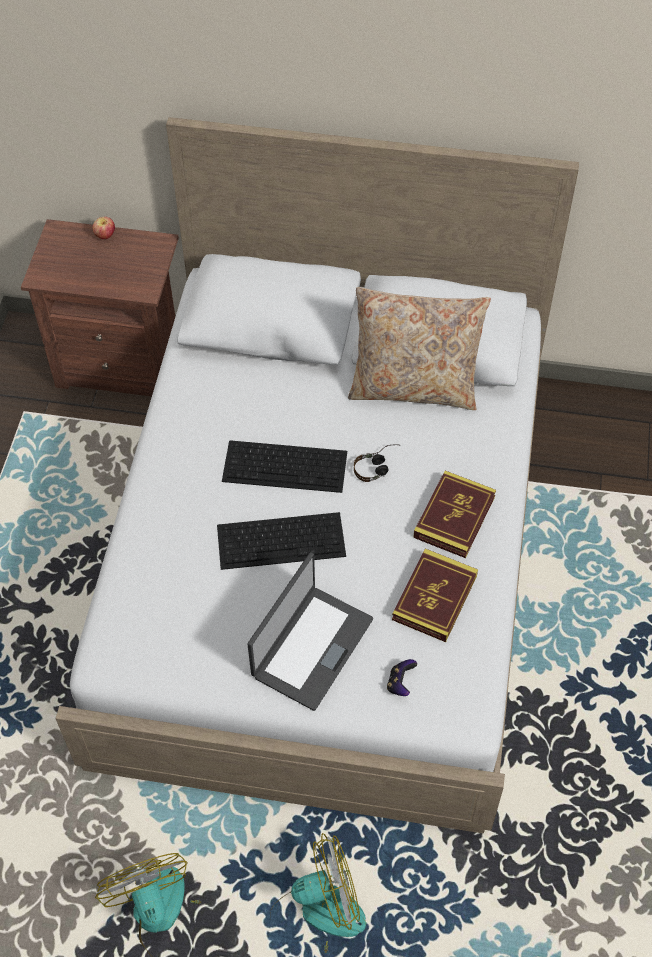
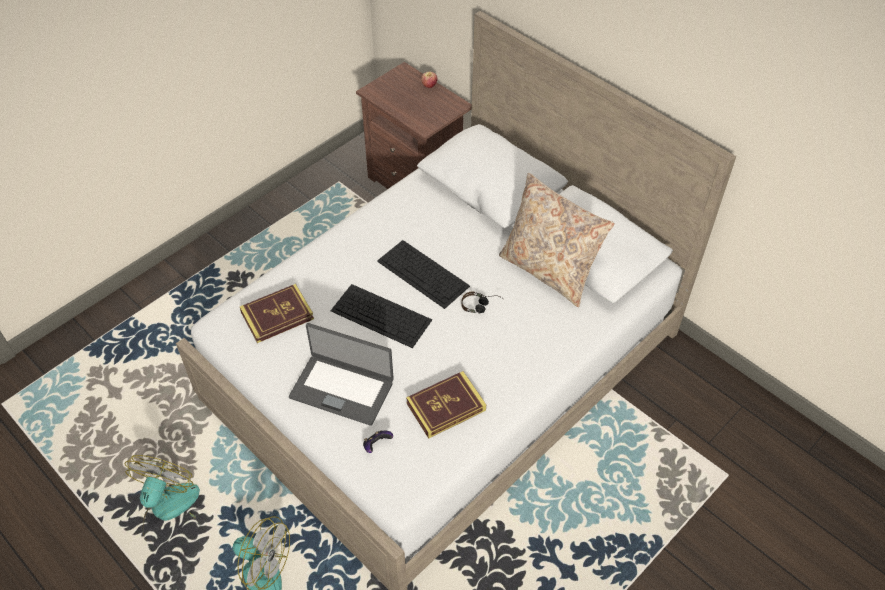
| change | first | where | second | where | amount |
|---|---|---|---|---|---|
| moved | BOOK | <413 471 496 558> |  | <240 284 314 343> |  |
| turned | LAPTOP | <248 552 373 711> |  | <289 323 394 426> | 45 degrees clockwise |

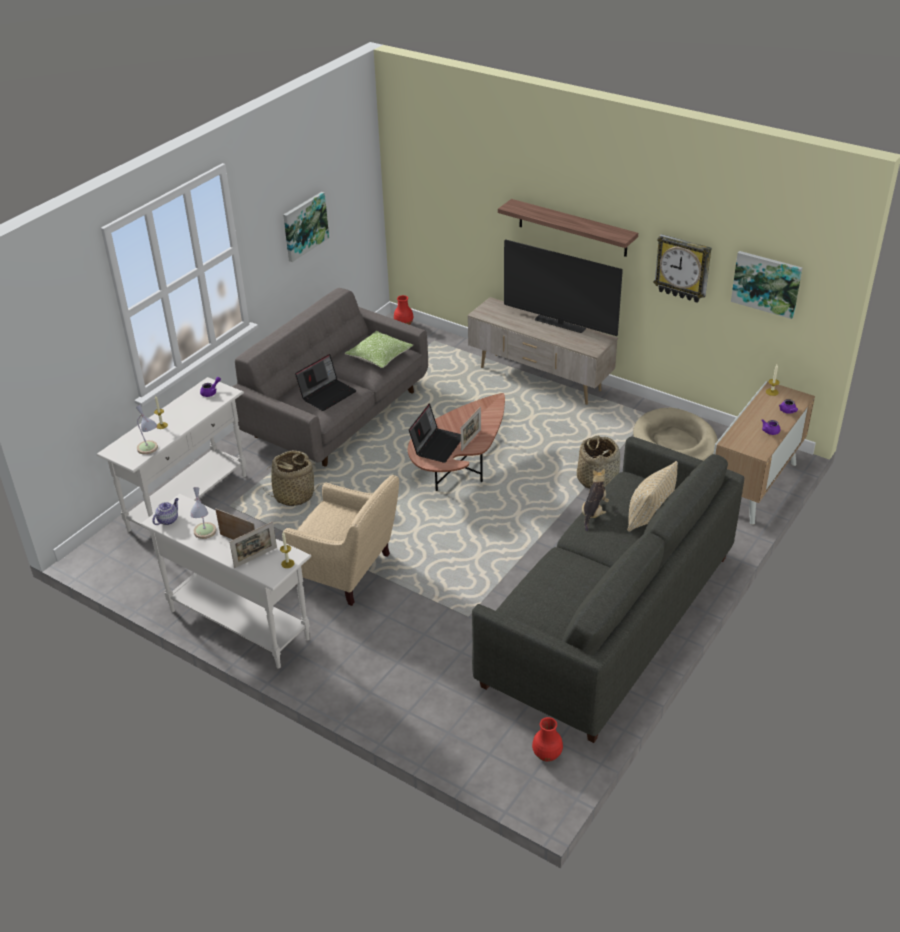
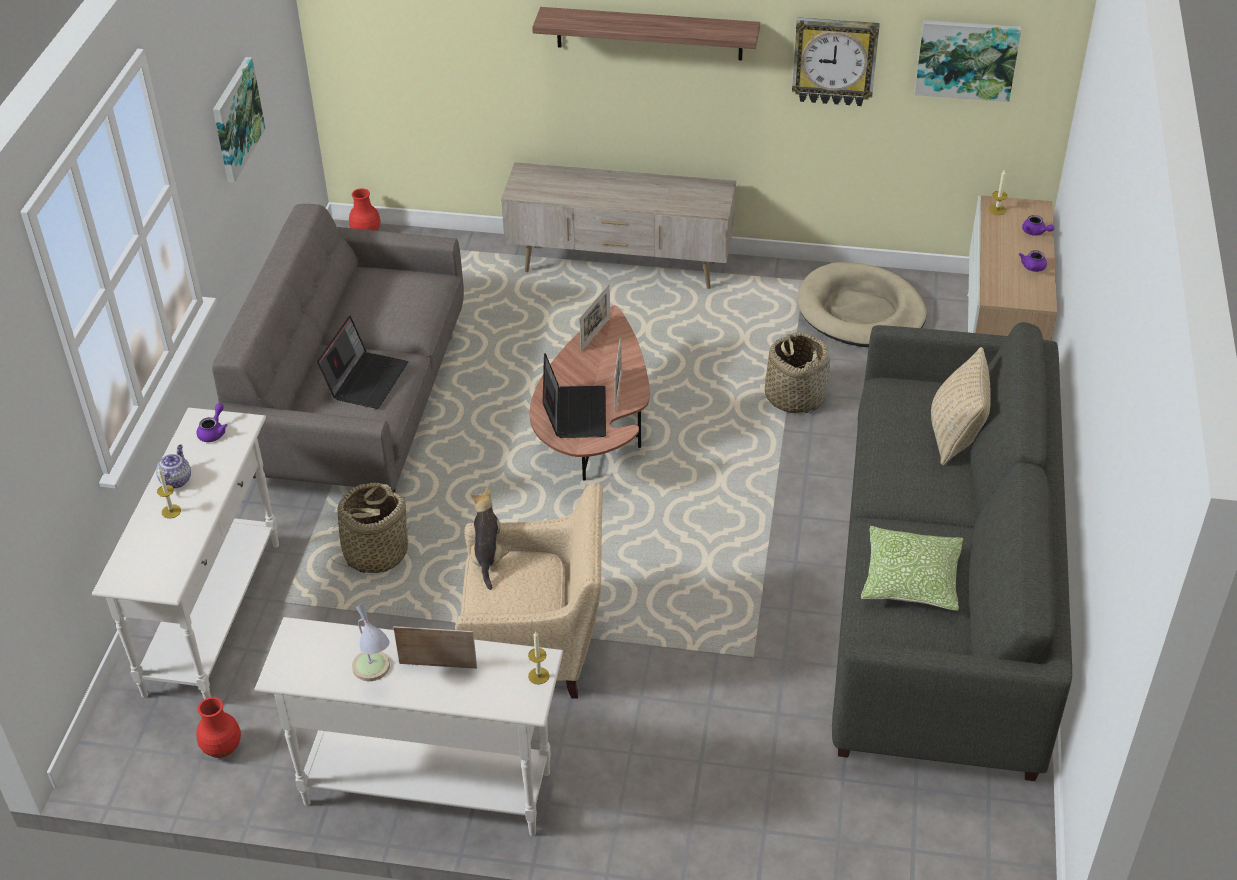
| change | first | where | second | where | amount |
|---|---|---|---|---|---|
| removed | TABLE LAMP | <136 405 158 455> |  |  |  |
| removed | TELEVISION | <504 239 623 336> |  |  |  |
| moved | TEAPOT | <152 498 179 525> |  | <156 445 191 488> |  |
| moved | PICTURE FRAME | <229 521 277 568> |  | <579 284 610 351> |  |
| moved | PILLOW | <345 331 413 368> |  | <861 526 963 610> |  |
| moved | RED VASE | <532 717 563 762> |  | <196 697 241 758> |  |
| moved | PLUSH TOY | <582 469 609 532> |  | <471 487 509 590> |  |

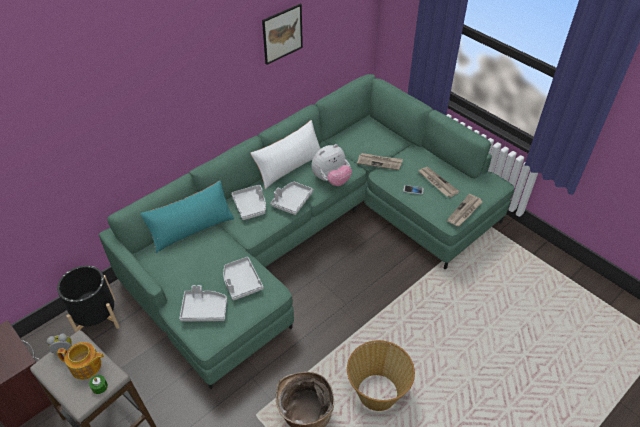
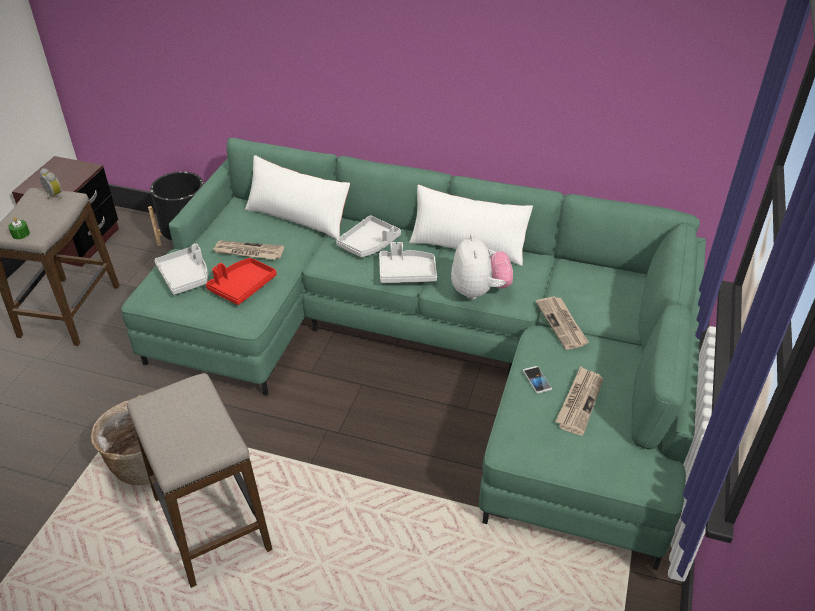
| change | first | where | second | where | amount |
|---|---|---|---|---|---|
| removed | TEAPOT | <57 342 104 380> |  |  |  |
| removed | PICTURE | <262 4 303 65> |  |  |  |
| moved | NEWSPAPER | <447 194 483 226> |  | <212 241 284 260> |  |
| replaced | BASKET | <347 340 415 411> | STOOL | <127 373 273 588> |  |
| recoloured | TURQUOISE PILLOW | <140 180 234 253> | WHITE PILLOW | <245 155 350 240> |  |
| recoloured | GREY TRAY | <223 257 264 300> | RED TRAY | <206 258 277 305> |  |
| turned | PLUSH TOY | <311 144 352 186> |  | <451 234 513 300> | 120 degrees counterclockwise |

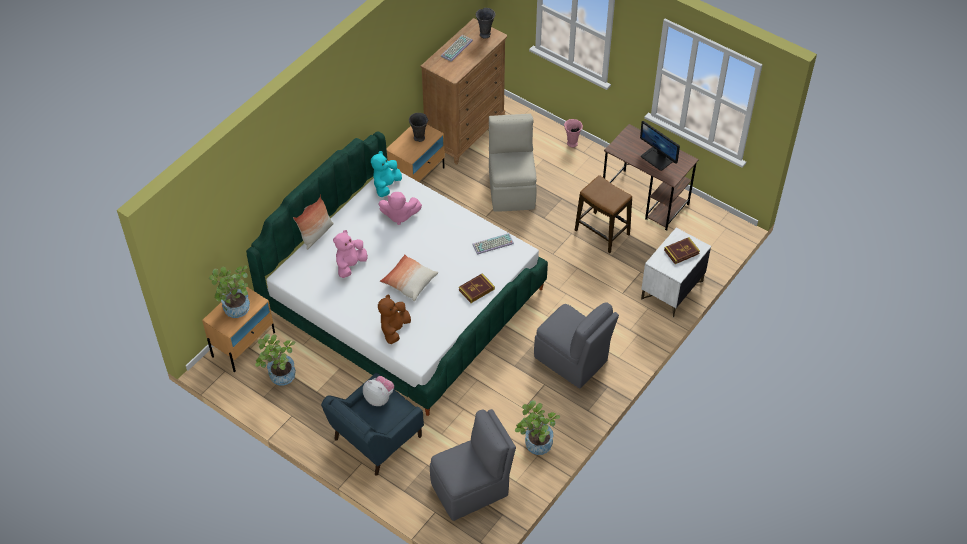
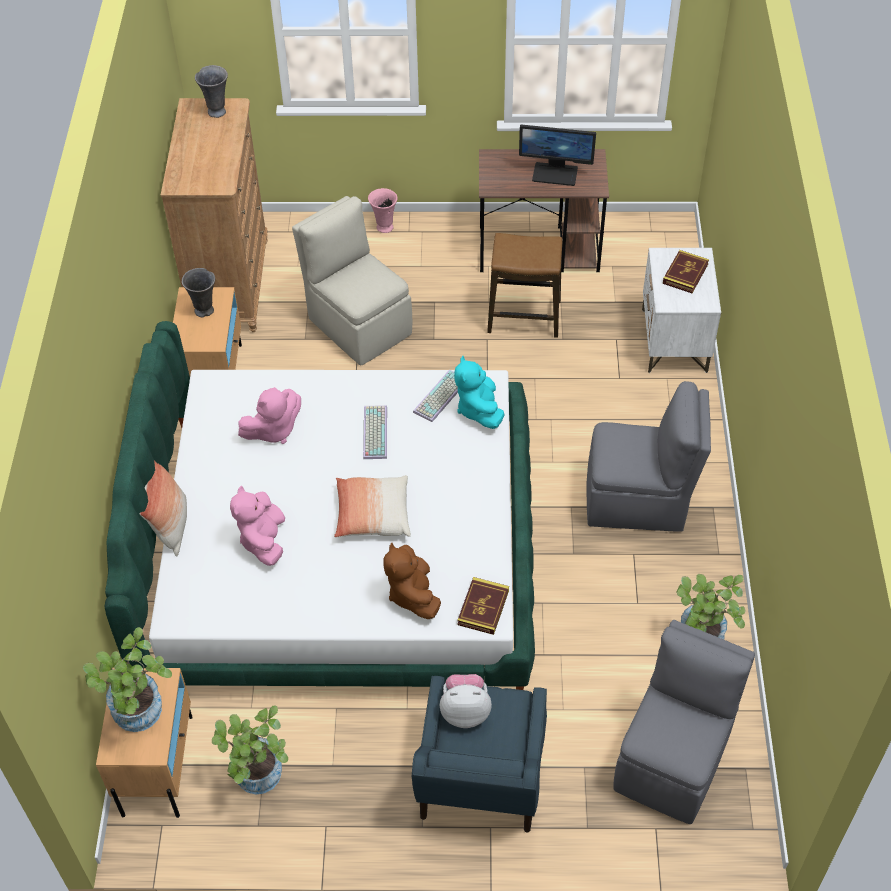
| change | first | where | second | where | amount |
|---|---|---|---|---|---|
| moved | TURQUOISE PLUSH TOY | <371 151 402 197> |  | <454 356 504 429> |  |
| moved | KEYBOARD | <441 35 473 62> |  | <363 405 387 459> |  |
| moved | BOOK | <459 273 495 303> |  | <457 577 509 635> |  |

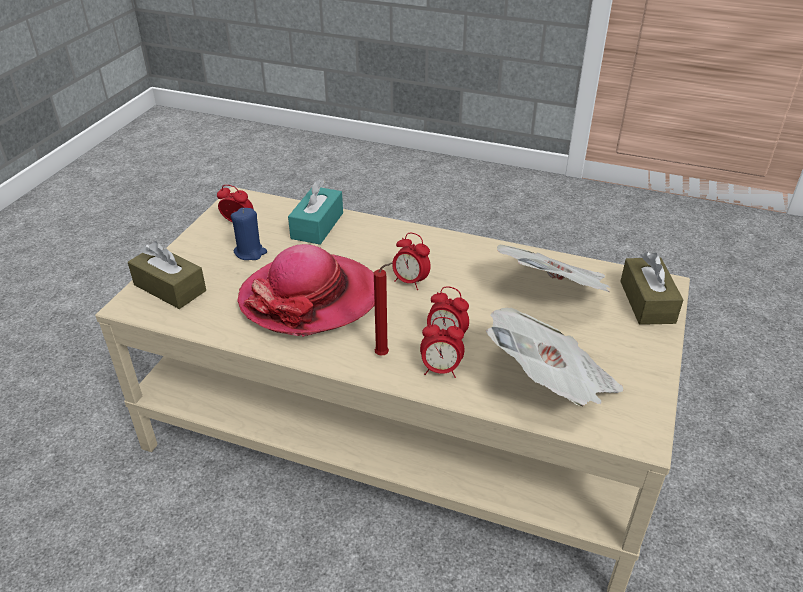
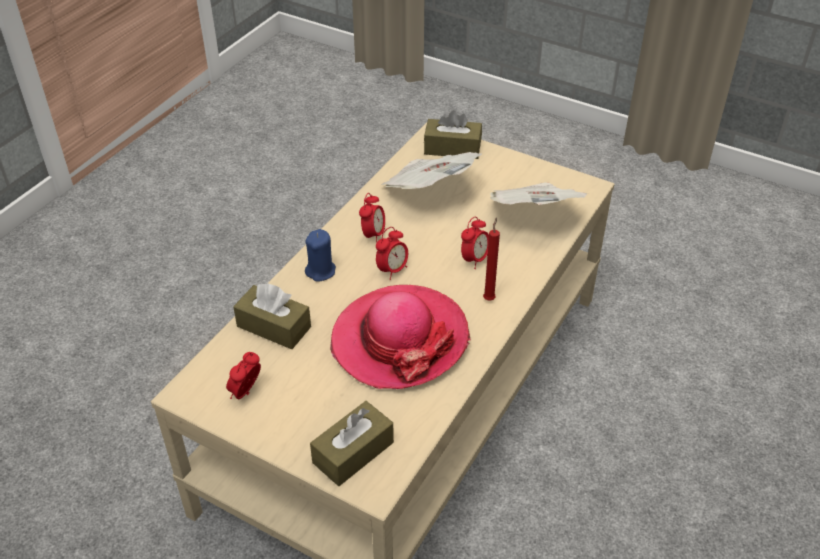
| change | first | where | second | where | amount |
|---|---|---|---|---|---|
| moved | BLUE CANDLE | <231 208 267 260> |  | <305 229 336 282> |  |
| moved | ALARM CLOCK | <420 317 465 378> |  | <359 193 385 243> |  |
| recoloured | TURQUOISE TISSUE BOX | <288 179 343 245> | BROWN TISSUE BOX | <233 284 311 349> |  |

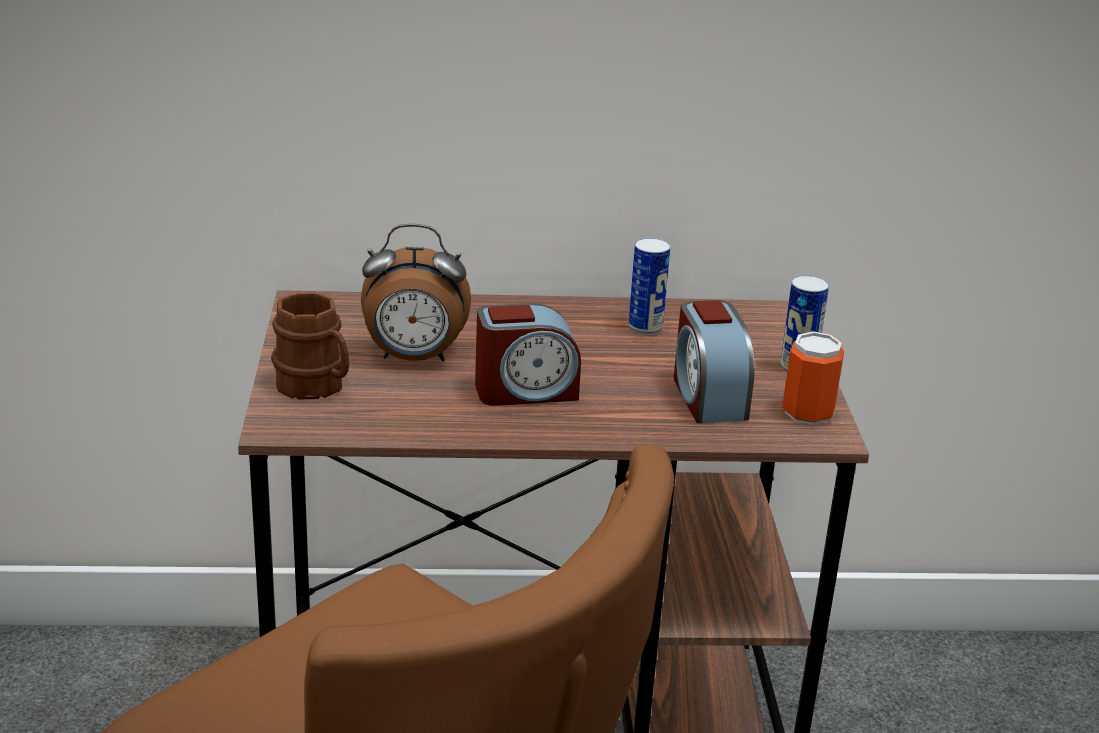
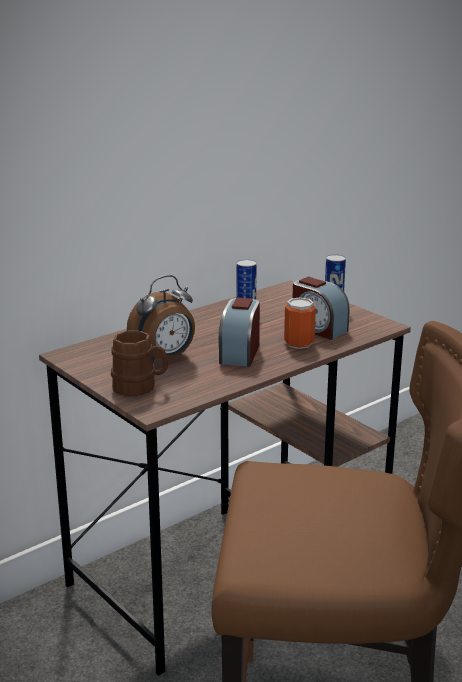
| change | first | where | second | where | amount |
|---|---|---|---|---|---|
| moved | CAN | <782 331 844 425> |  | <284 297 316 349> |  |
| turned | ALARM CLOCK | <475 303 581 406> |  | <218 298 260 367> | 150 degrees clockwise |

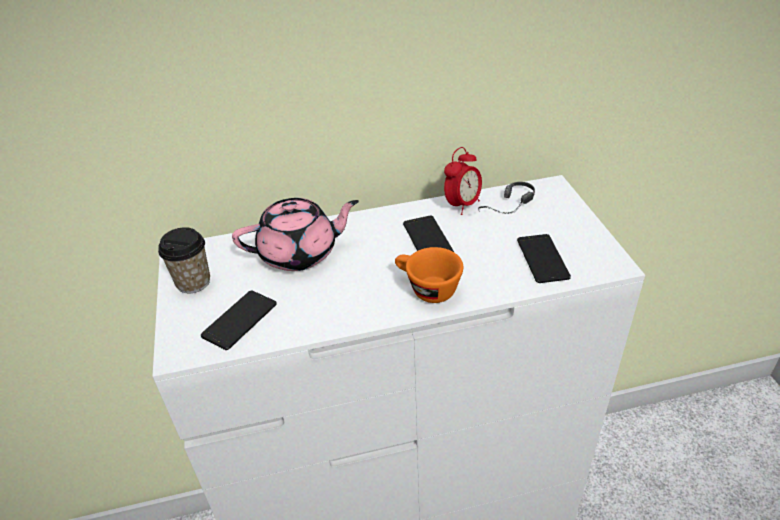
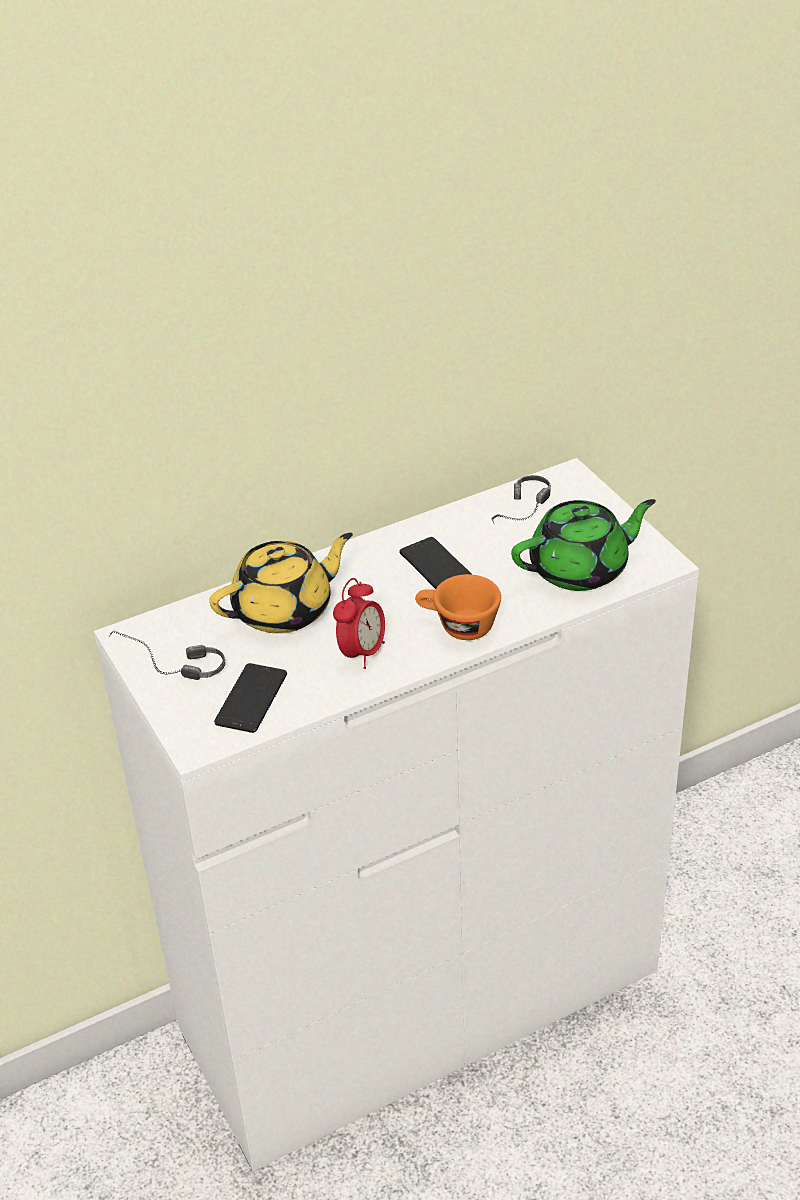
| change | first | where | second | where | amount |
|---|---|---|---|---|---|
| moved | ALARM CLOCK | <444 147 482 215> |  | <333 578 385 669> |  |
| replaced | CUP | <158 227 210 293> | HEADPHONES | <109 630 225 680> |  |
| replaced | PHONE | <517 234 571 283> | GREEN TEAPOT | <511 499 656 591> |  |
| recoloured | PINK TEAPOT | <232 198 359 271> | YELLOW TEAPOT | <209 533 353 634> |  |

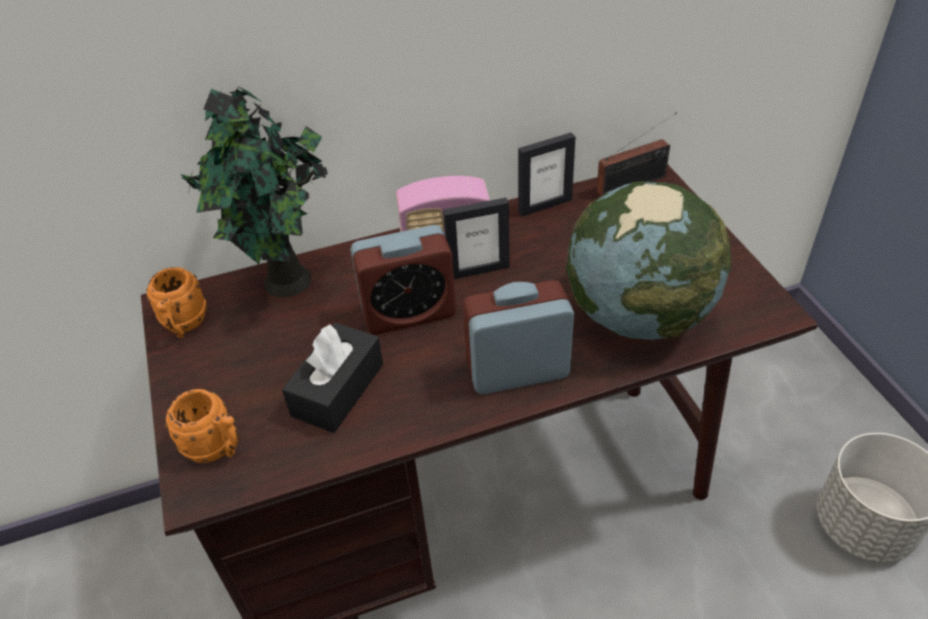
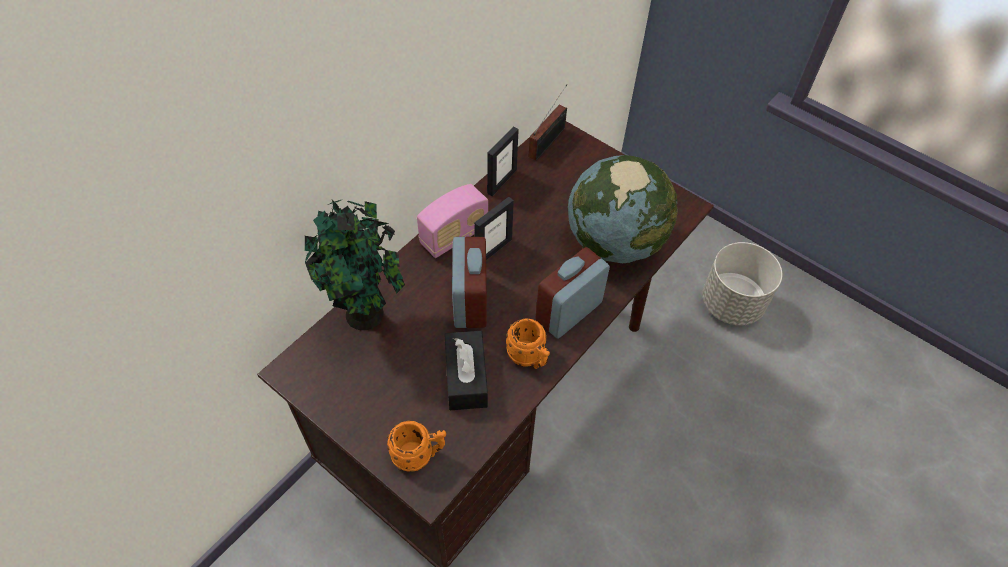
| change | first | where | second | where | amount |
|---|---|---|---|---|---|
| moved | ORANGE MUG | <146 267 208 338> |  | <506 318 550 369> |  |
| turned | ALARM CLOCK | <350 225 456 334> |  | <452 237 487 328> | 45 degrees counterclockwise |

